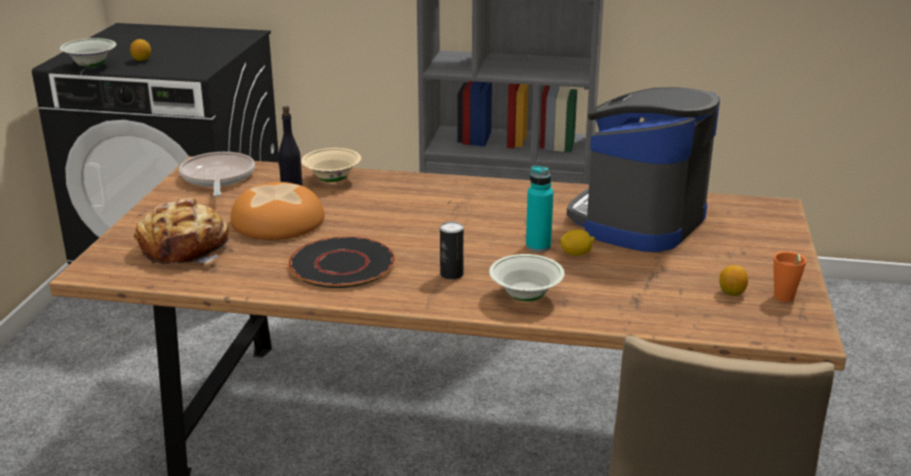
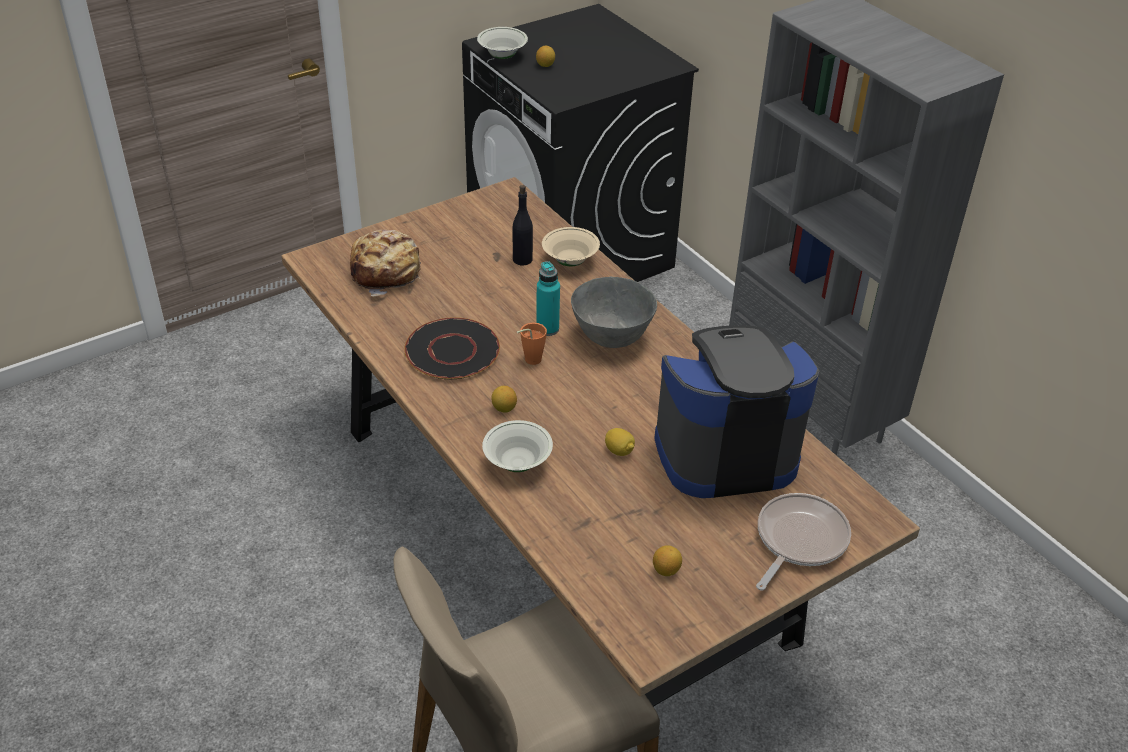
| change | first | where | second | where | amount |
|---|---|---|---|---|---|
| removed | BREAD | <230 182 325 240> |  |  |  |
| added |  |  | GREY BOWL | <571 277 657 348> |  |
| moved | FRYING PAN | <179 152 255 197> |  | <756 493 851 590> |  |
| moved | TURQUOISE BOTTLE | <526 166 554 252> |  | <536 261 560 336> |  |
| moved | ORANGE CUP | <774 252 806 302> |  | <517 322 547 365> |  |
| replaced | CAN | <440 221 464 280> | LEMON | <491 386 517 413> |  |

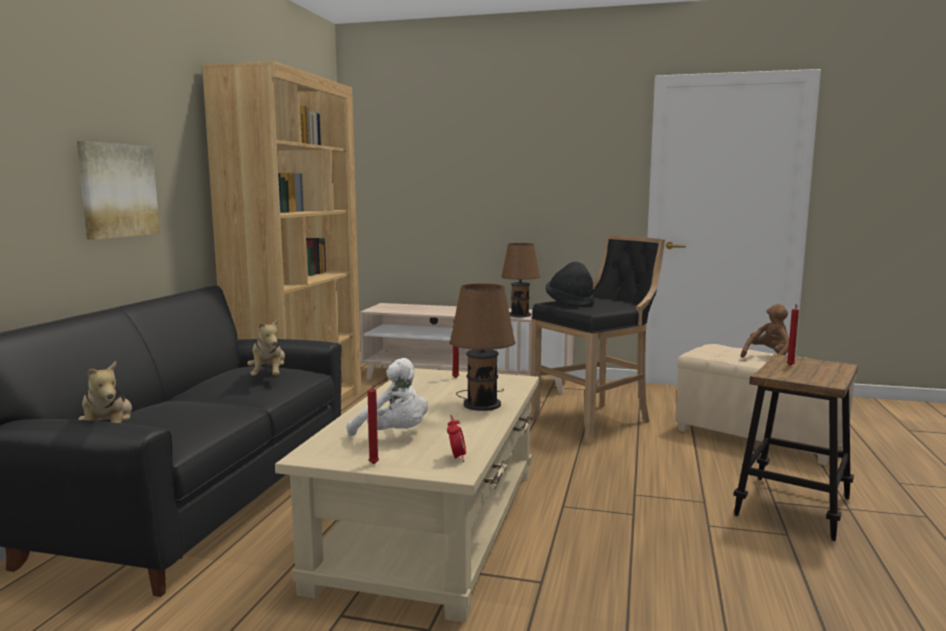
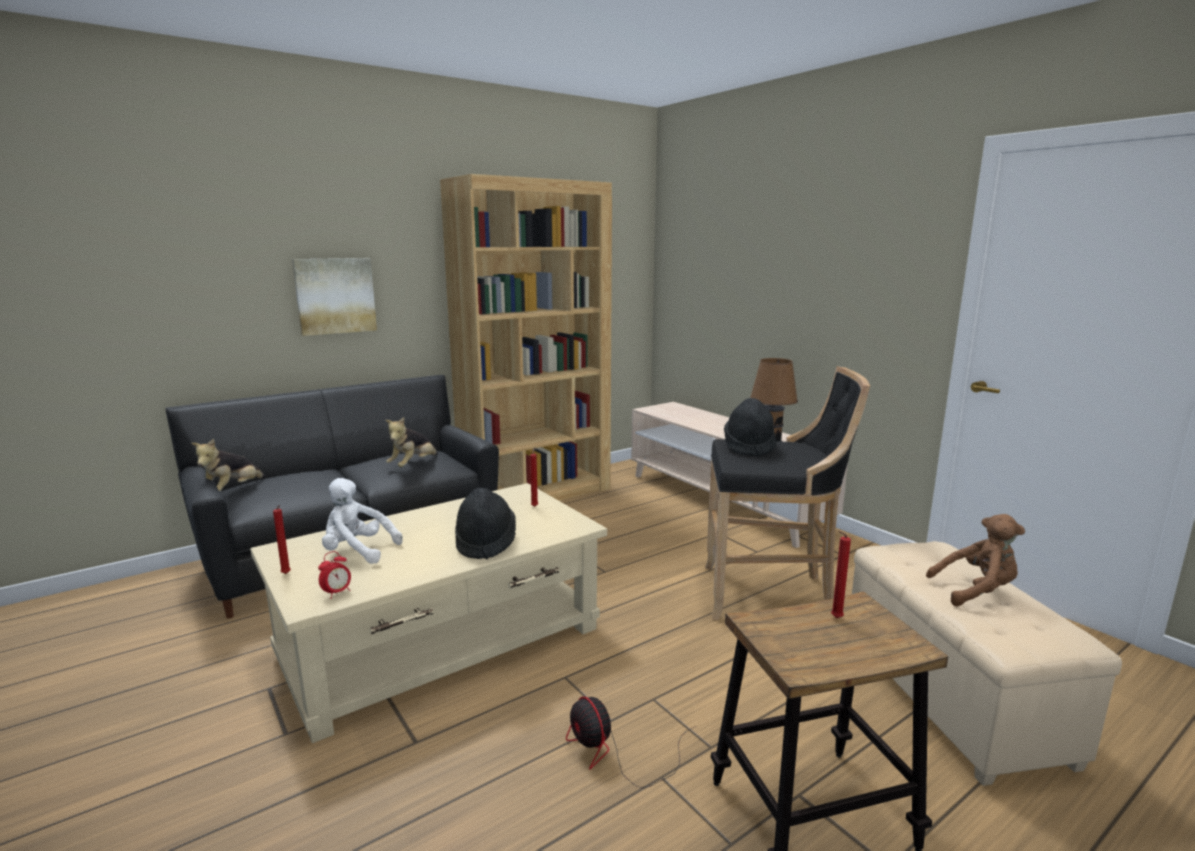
| change | first | where | second | where | amount |
|---|---|---|---|---|---|
| added |  |  | FAN | <566 696 696 788> |  |
| replaced | BROWN TABLE LAMP | <449 283 516 411> | BLACK HAT | <455 487 516 560> |  |
| turned | WHITE PLUSH TOY | <347 358 428 436> |  | <322 478 403 564> | 120 degrees clockwise |

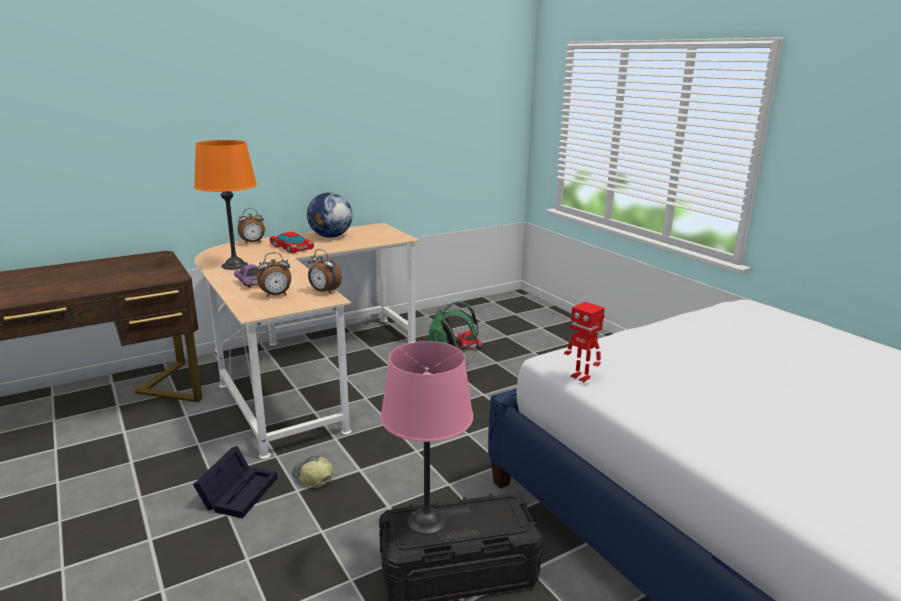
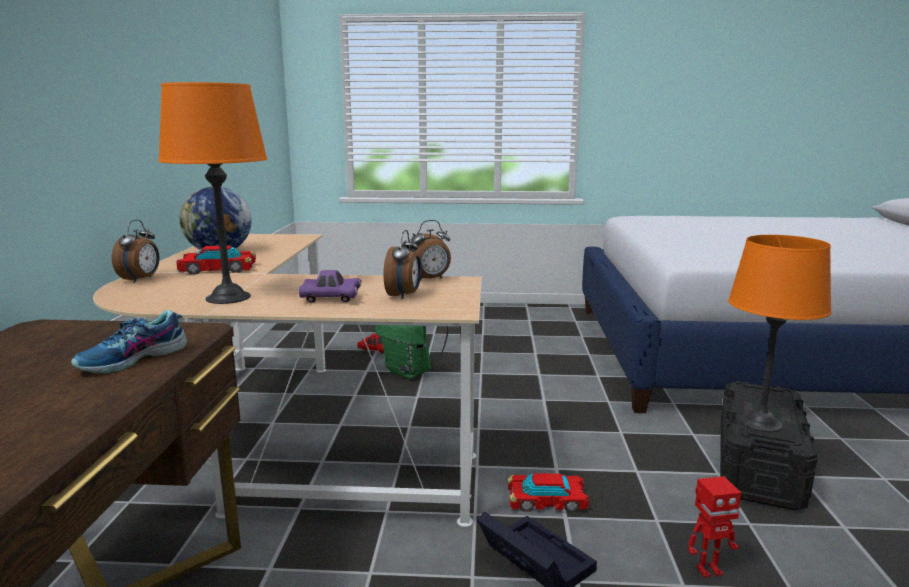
| change | first | where | second | where | amount |
|---|---|---|---|---|---|
| added |  |  | SHOE | <71 310 187 374> |  |
| moved | TOY ROBOT | <564 302 605 382> |  | <688 476 741 578> |  |
| replaced | CAP | <292 456 333 488> | TOY CAR | <508 473 589 512> |  |
| recoloured | PINK TABLE LAMP | <380 341 473 535> | ORANGE TABLE LAMP | <728 235 832 432> |  |

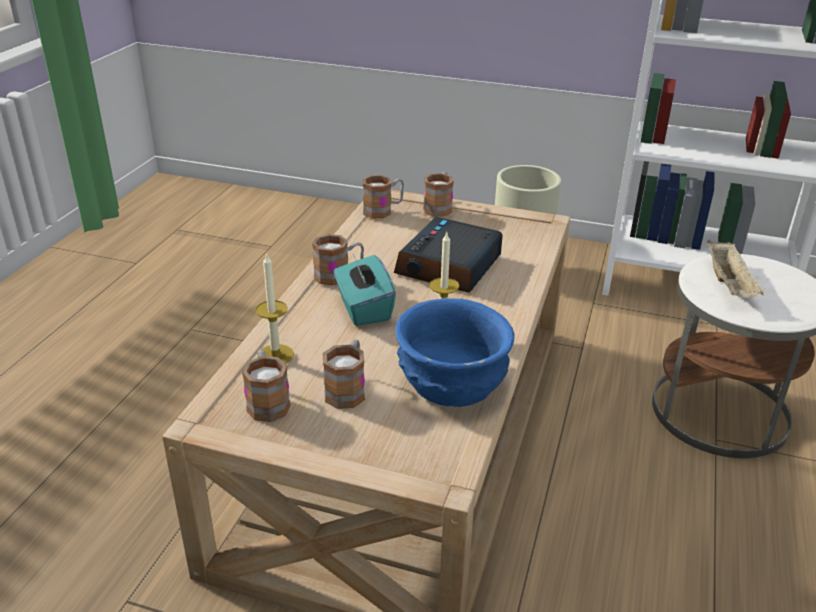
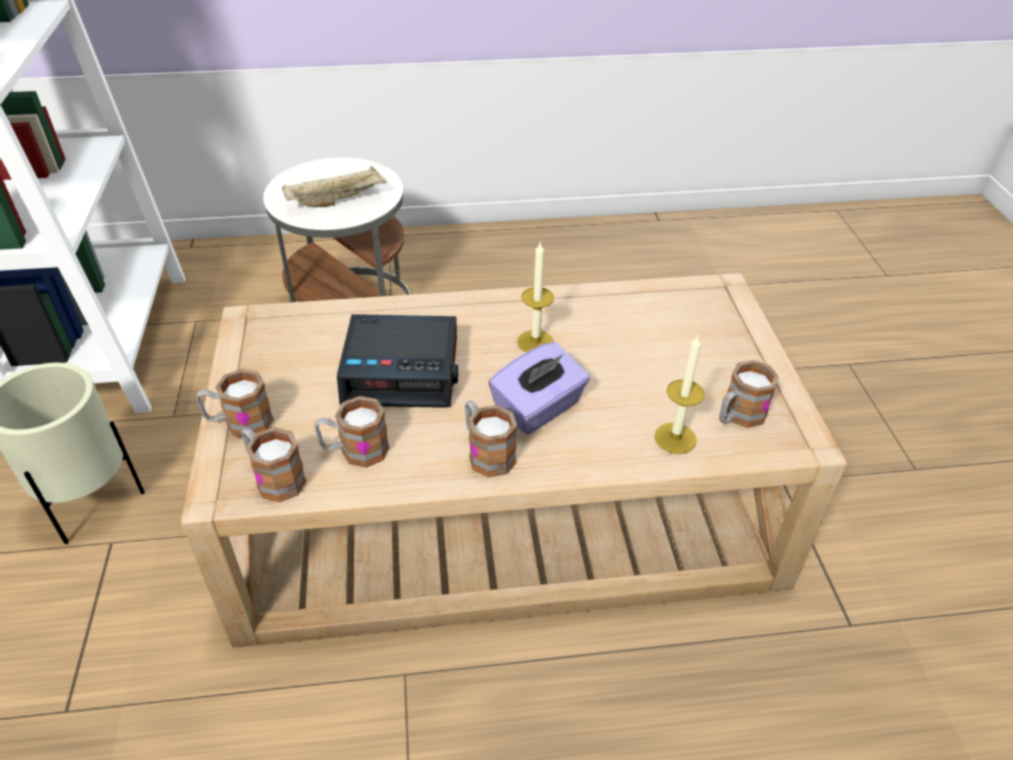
| change | first | where | second | where | amount |
|---|---|---|---|---|---|
| removed | BLUE BOWL | <395 298 515 407> |  |  |  |
| moved | MUG | <323 340 365 409> |  | <314 396 389 468> |  |
| recoloured | TURQUOISE TISSUE BOX | <334 254 396 326> | PURPLE TISSUE BOX | <488 342 590 434> |  |

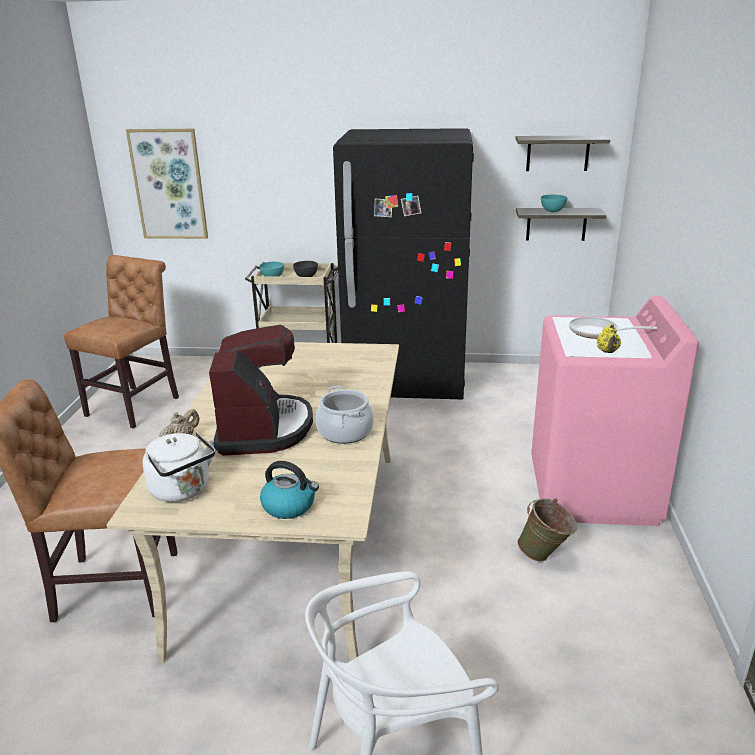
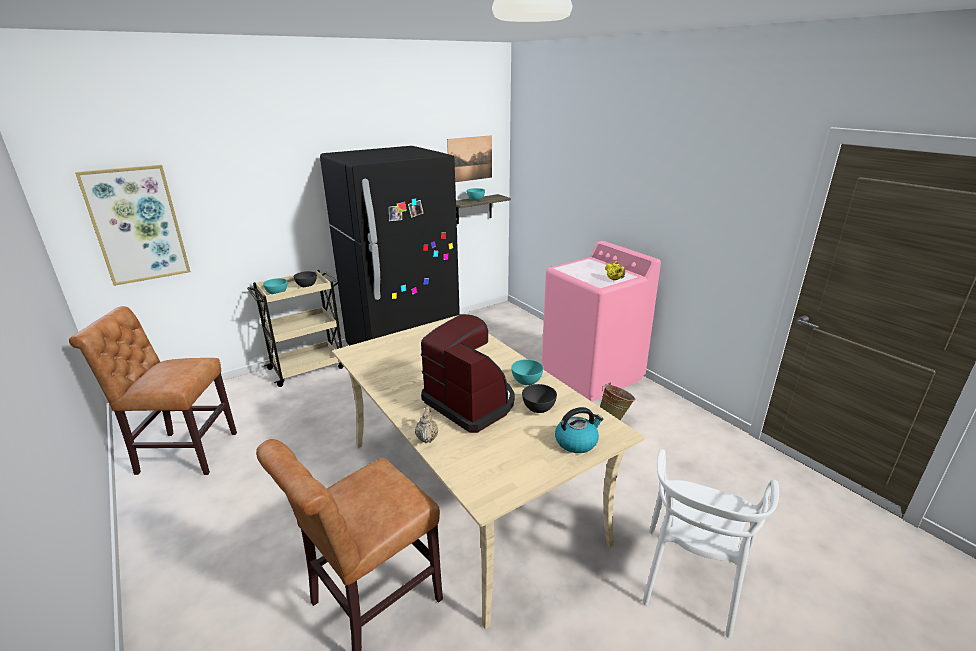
| change | first | where | second | where | amount |
|---|---|---|---|---|---|
| removed | WHITE KETTLE | <142 432 215 502> |  |  |  |
| removed | FRYING PAN | <569 317 657 339> |  |  |  |
| added |  |  | GREY BOWL | <522 384 557 413> |  |
| replaced | COOKING POT | <316 386 374 444> | TURQUOISE BOWL | <511 359 543 385> |  |
| replaced | SHELF | <516 135 610 171> | PICTURE | <447 135 492 182> |  |
| turned | BROWN CHAIR | <64 255 179 429> |  | <69 306 237 475> | 75 degrees counterclockwise |

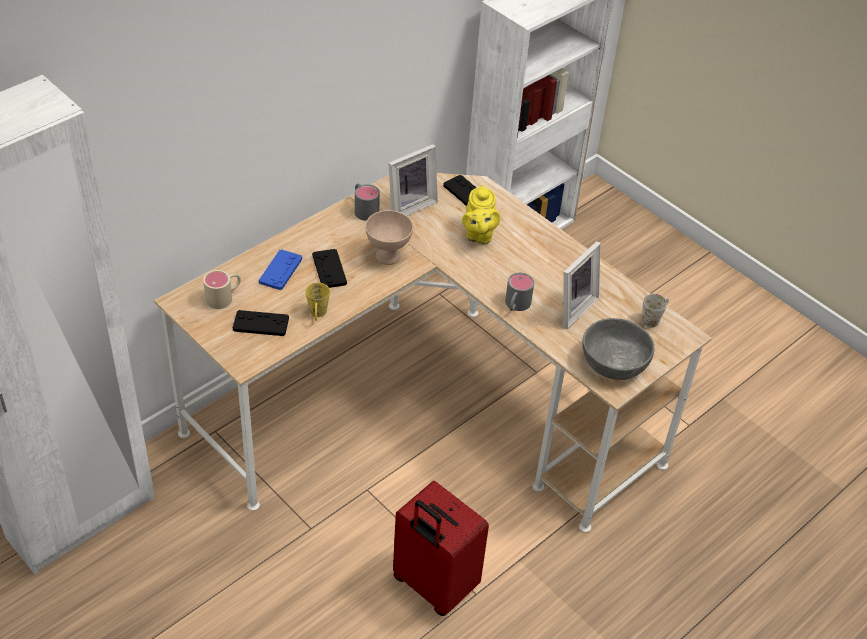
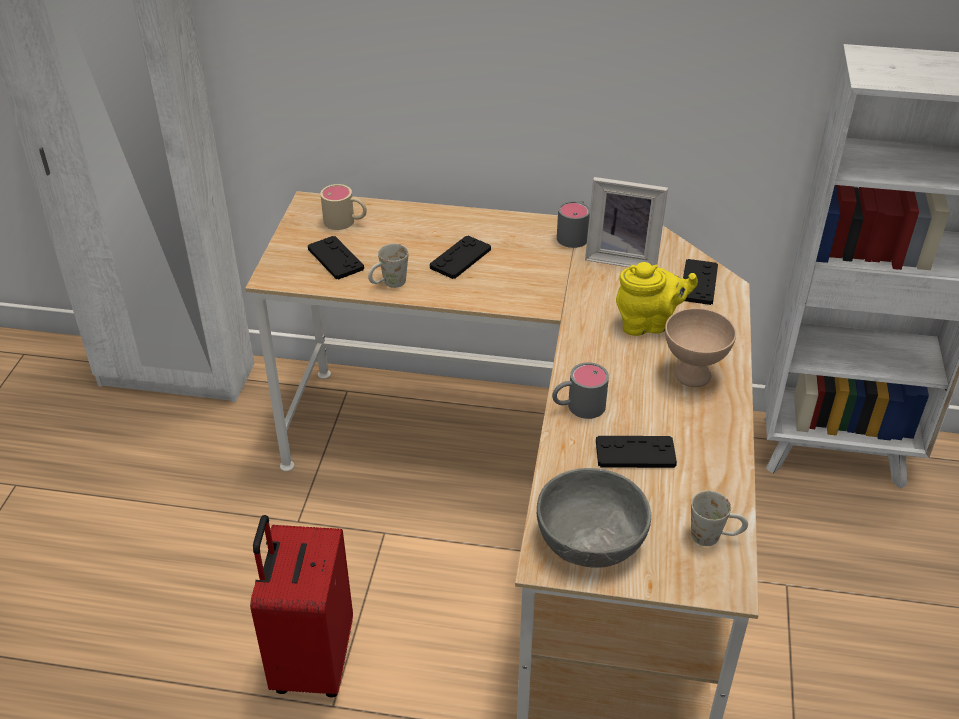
| change | first | where | second | where | amount |
|---|---|---|---|---|---|
| removed | BLUE GAME CONTROLLER | <259 249 302 290> |  |  |  |
| moved | BEIGE BOWL | <365 210 413 265> |  | <665 308 736 387> |  |
| replaced | PICTURE FRAME | <562 241 601 329> | BLACK GAME CONTROLLER | <596 436 677 468> |  |
| recoloured | YELLOW MUG | <306 282 330 321> | WHITE MUG | <368 243 409 288> |  |
| turned | YELLOW TEAPOT | <462 184 500 245> |  | <616 262 698 336> | 150 degrees counterclockwise |

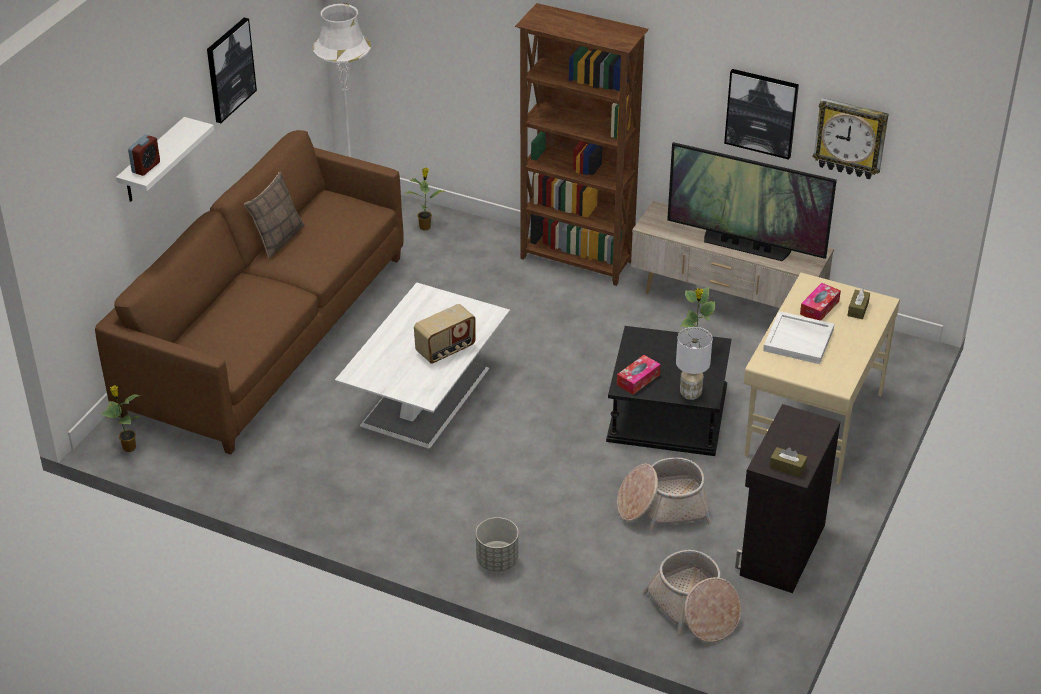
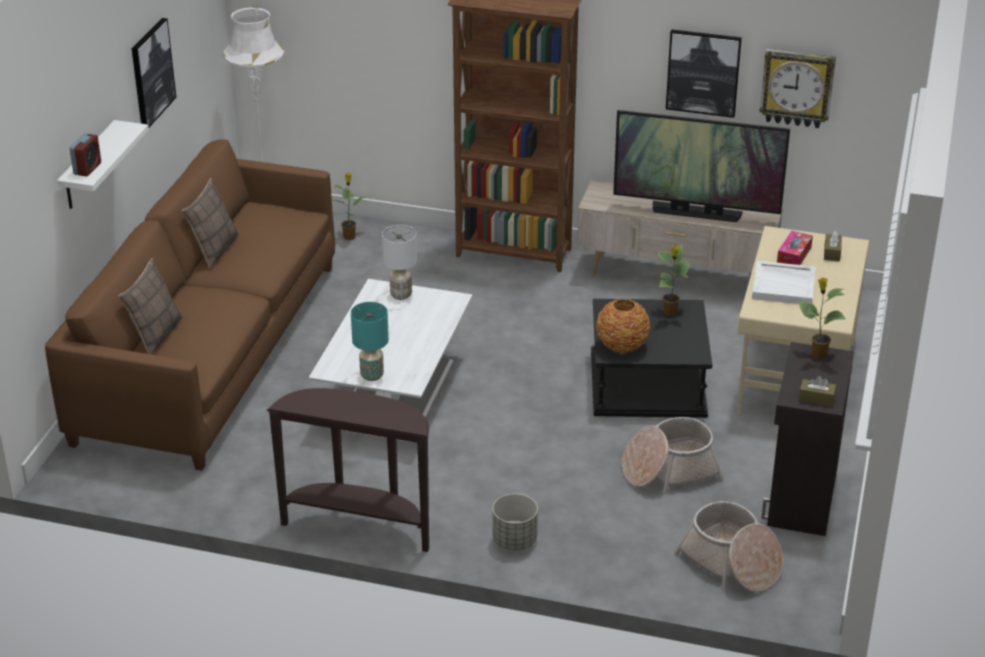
| change | first | where | second | where | amount |
|---|---|---|---|---|---|
| removed | RADIO | <414 304 476 364> |  |  |  |
| added |  |  | PILLOW | <118 258 183 355> |  |
| added |  |  | BROWN CONSOLE TABLE | <266 388 429 552> |  |
| added |  |  | TURQUOISE TABLE LAMP | <351 302 389 381> |  |
| moved | POTTED PLANT | <100 386 142 452> |  | <798 278 846 359> |  |
| moved | WHITE TABLE LAMP | <676 327 713 400> |  | <382 225 417 300> |  |
| replaced | TISSUE BOX | <617 355 661 395> | VASE | <596 299 650 353> |  |

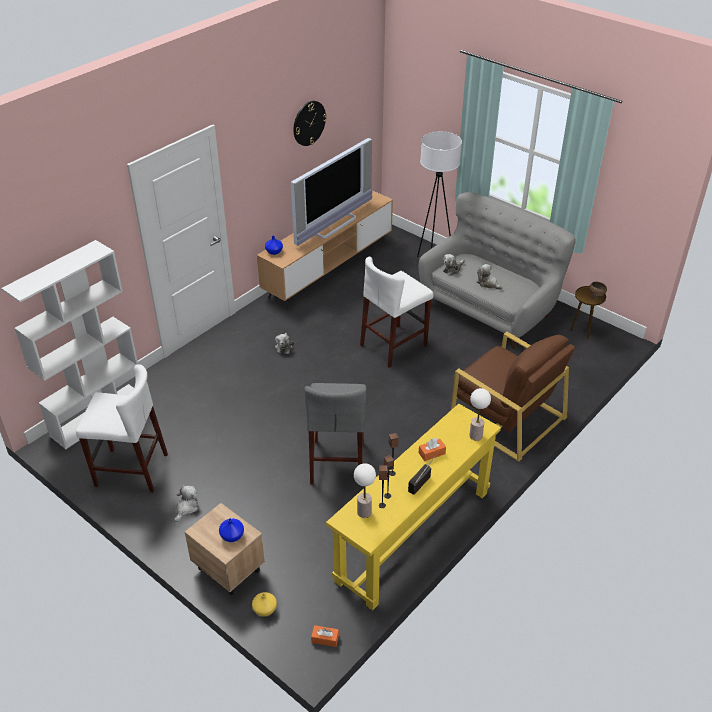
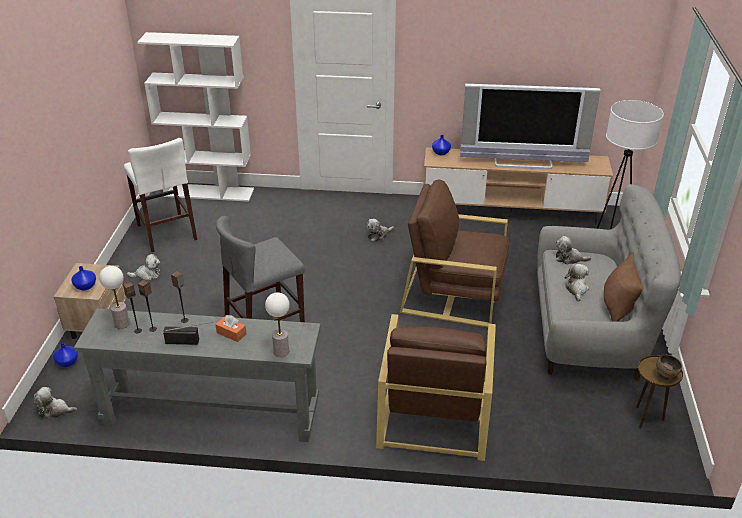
| change | first | where | second | where | amount |
|---|---|---|---|---|---|
| removed | WALL CLOCK | <293 101 327 146> |  |  |  |
| added |  |  | BROWN PILLOW | <604 252 644 322> |  |
| replaced | ORANGE TISSUE BOX | <311 625 339 647> | PLUSH TOY | <33 387 77 419> |  |
| replaced | WHITE STOOL | <360 257 433 368> | BROWN ARMCHAIR | <400 180 509 327> |  |
| recoloured | YELLOW VASE | <252 592 277 617> | BLUE VASE | <53 343 78 367> |  |
| recoloured | YELLOW CONSOLE TABLE | <326 404 501 610> | GREY CONSOLE TABLE | <74 309 321 442> |  |

